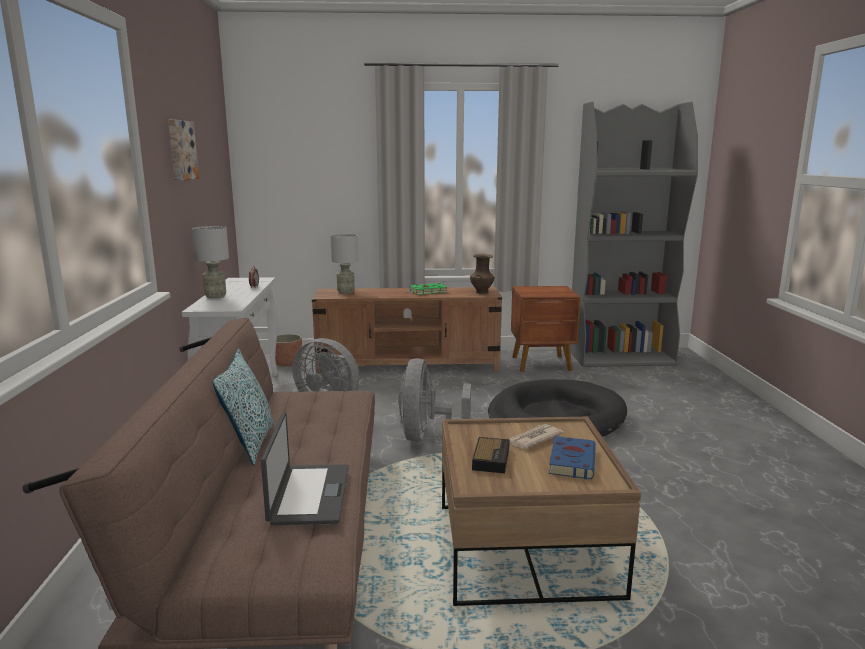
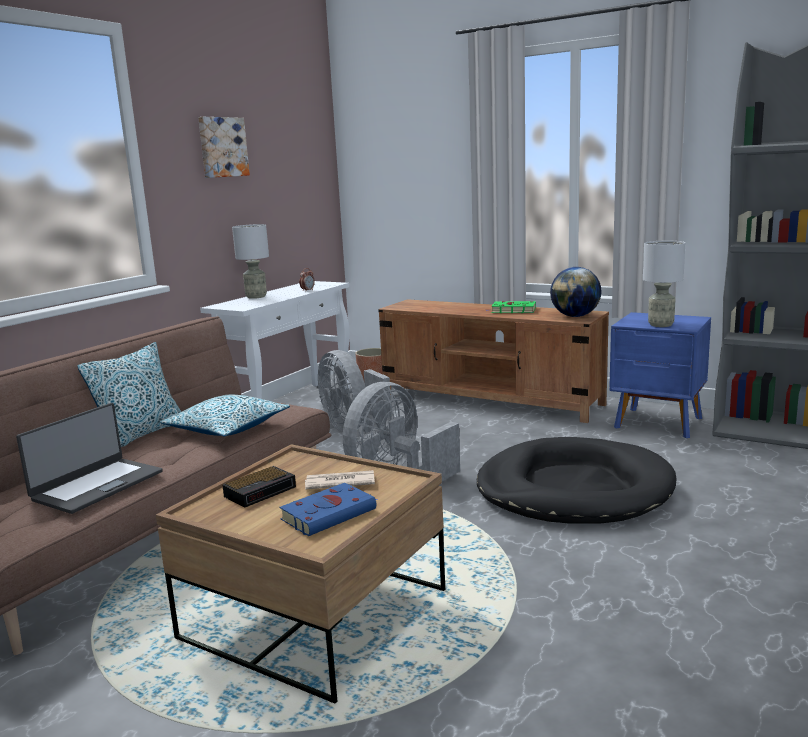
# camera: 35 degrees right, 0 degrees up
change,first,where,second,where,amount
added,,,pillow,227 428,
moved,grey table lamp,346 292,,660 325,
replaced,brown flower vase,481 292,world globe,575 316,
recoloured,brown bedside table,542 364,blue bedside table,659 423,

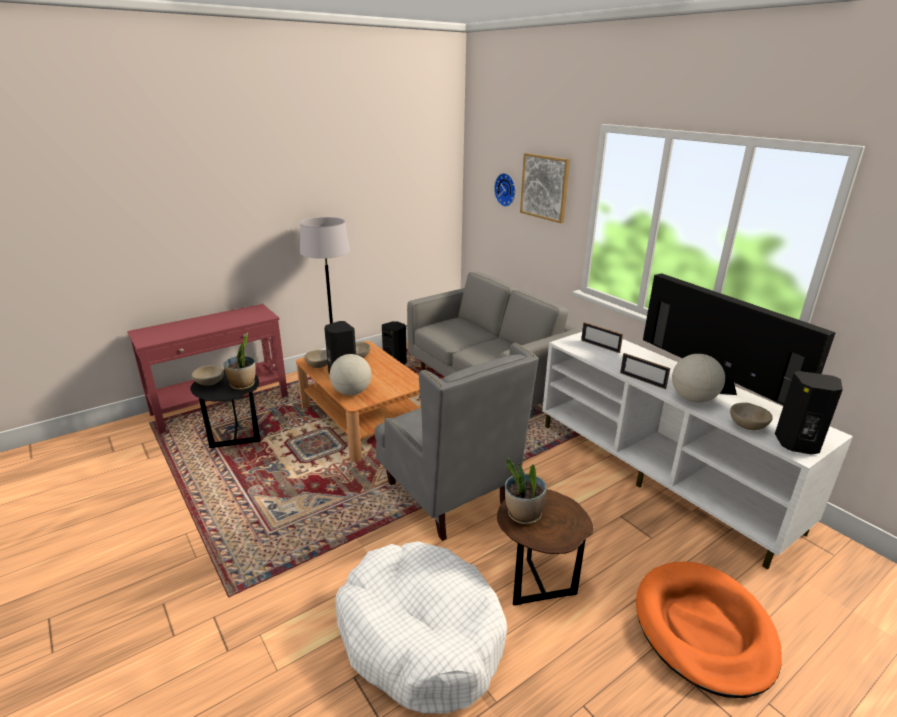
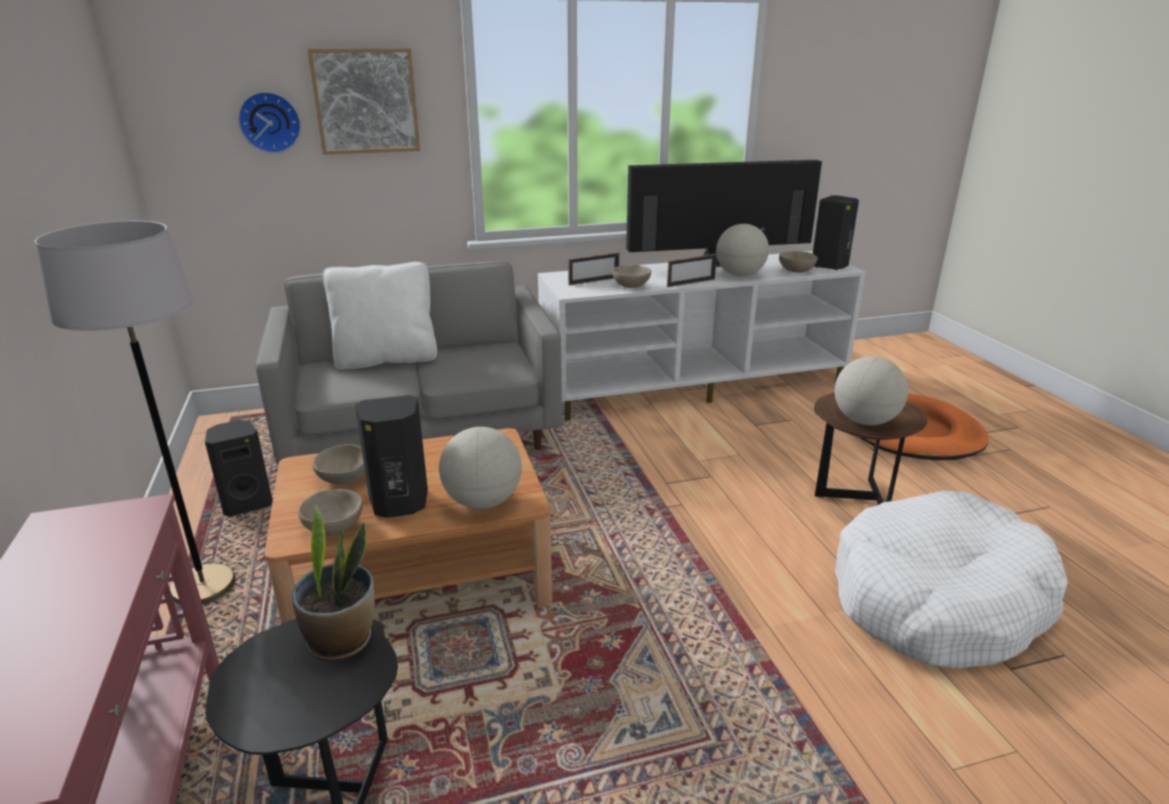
# camera: 70 degrees left, 0 degrees up
change,first,where,second,where,amount
removed,grey lounge chair,448 496,,,
added,,,white-coloured pillow,386 359,
moved,sand-coloured deep dish,209 383,,631 286,
replaced,houseplant,523 515,world globe,865 421,

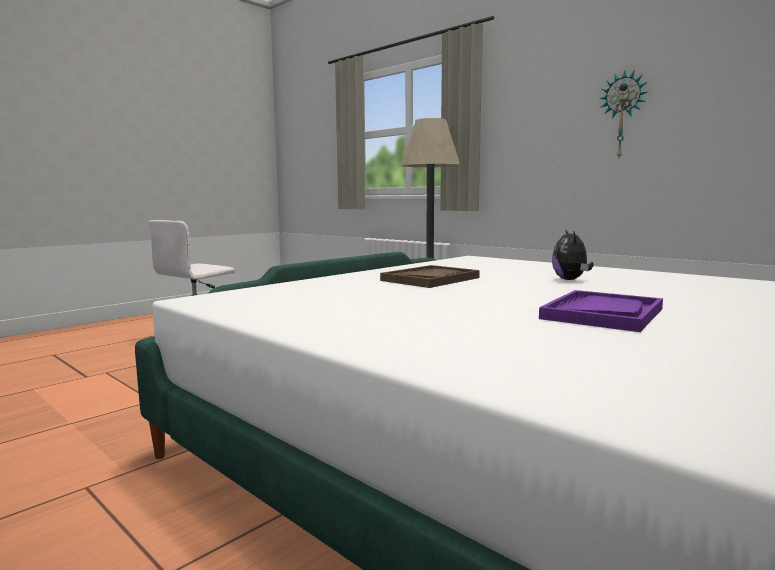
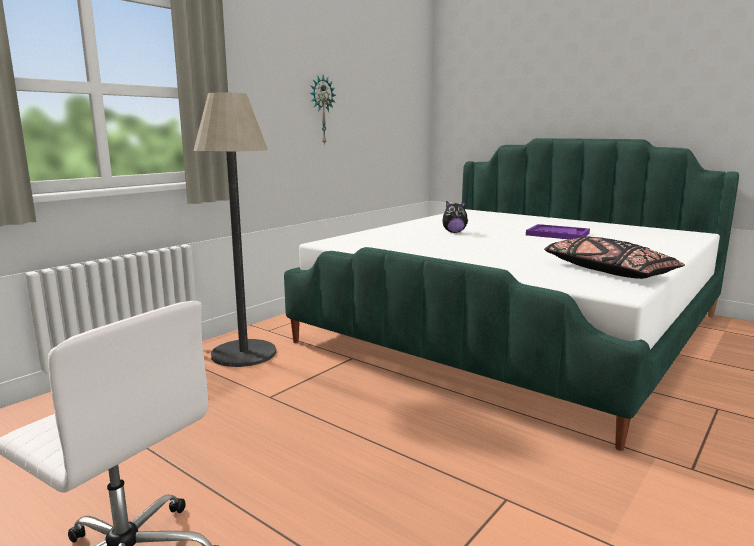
# camera: 95 degrees left, 5 degrees up
change,first,where,second,where,amount
removed,brown serving tray,430 279,,,
added,,,black pillow,607 271,

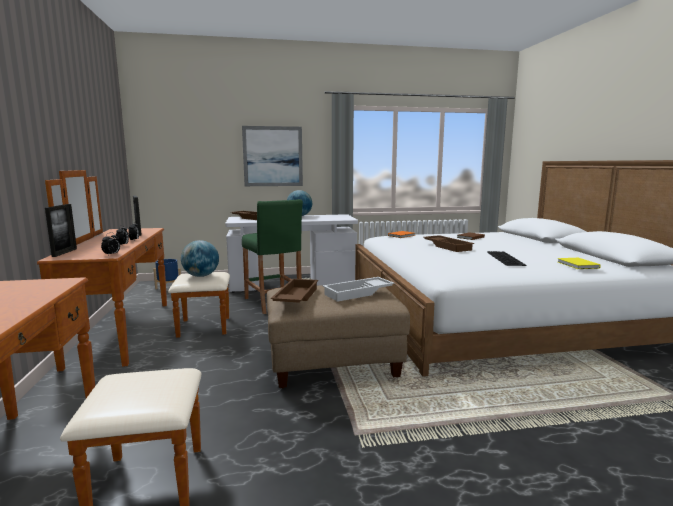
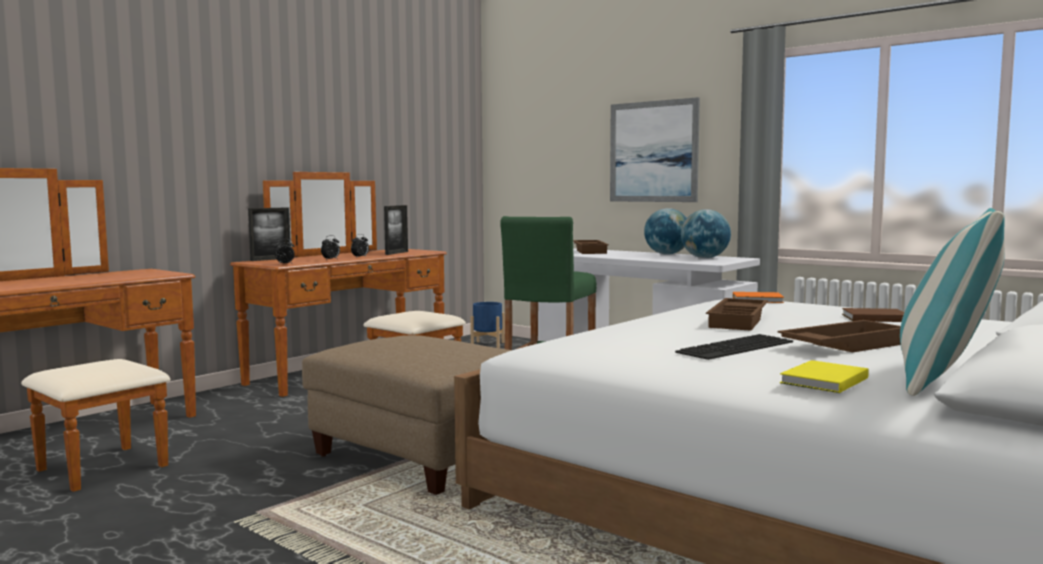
# camera: 50 degrees right, 5 degrees down
change,first,where,second,where,amount
removed,white-coloured serving tray,358 293,,,
added,,,pillow,945 378,
moved,world globe,201 276,,705 258,
moved,brown serving tray,295 297,,842 346,

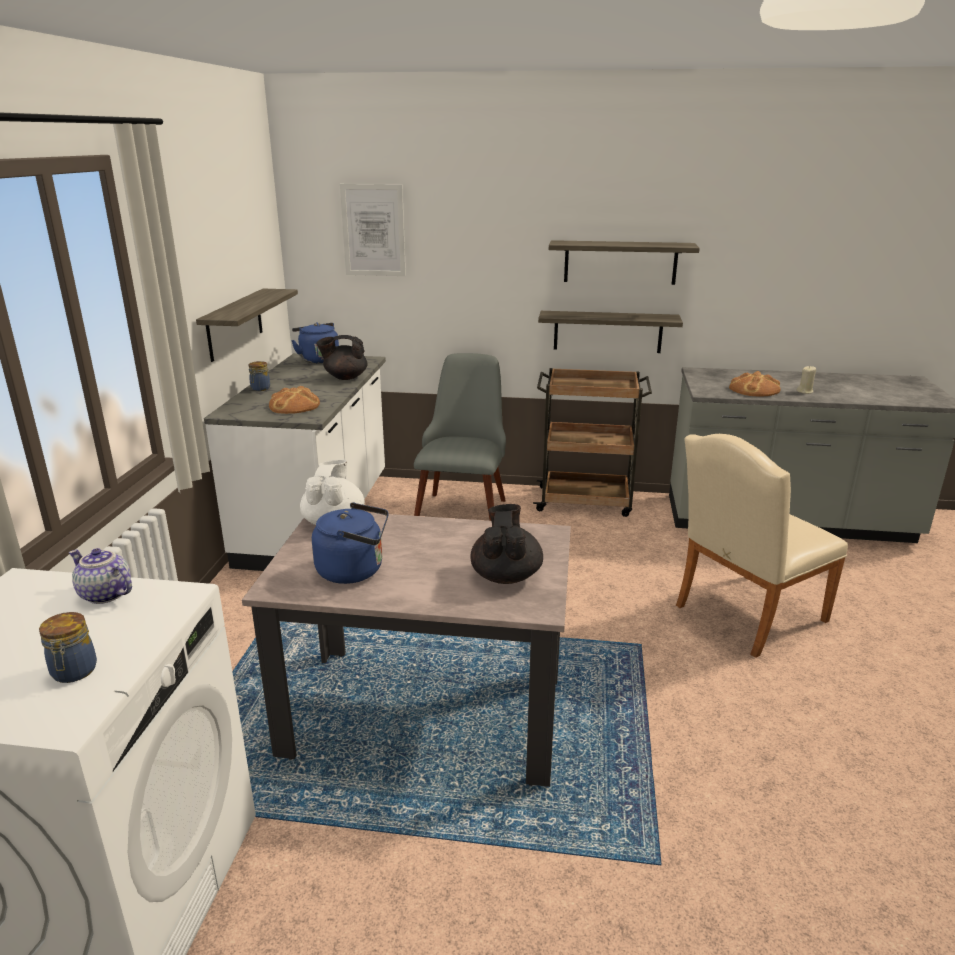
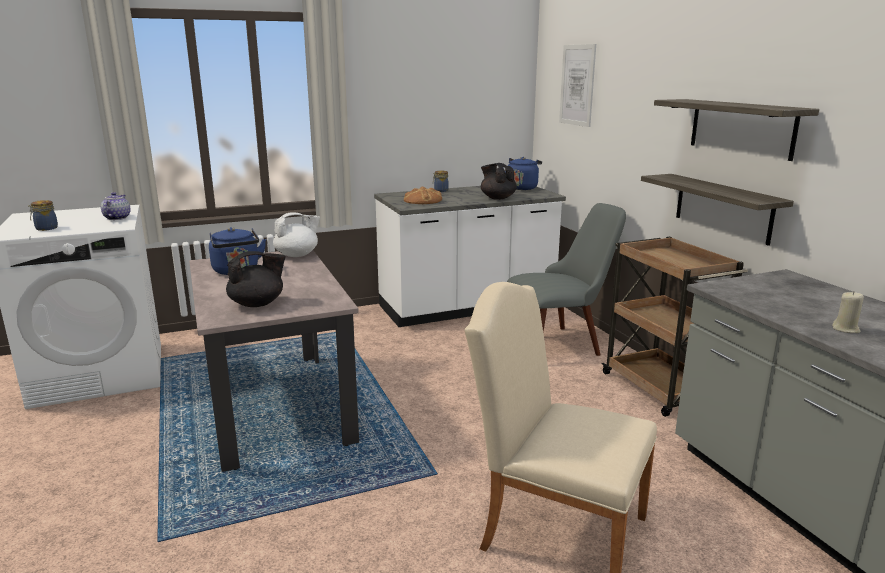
# camera: 60 degrees right, 5 degrees down
change,first,where,second,where,amount
removed,shelf,235 324,,,
removed,baked bread,754 389,,,

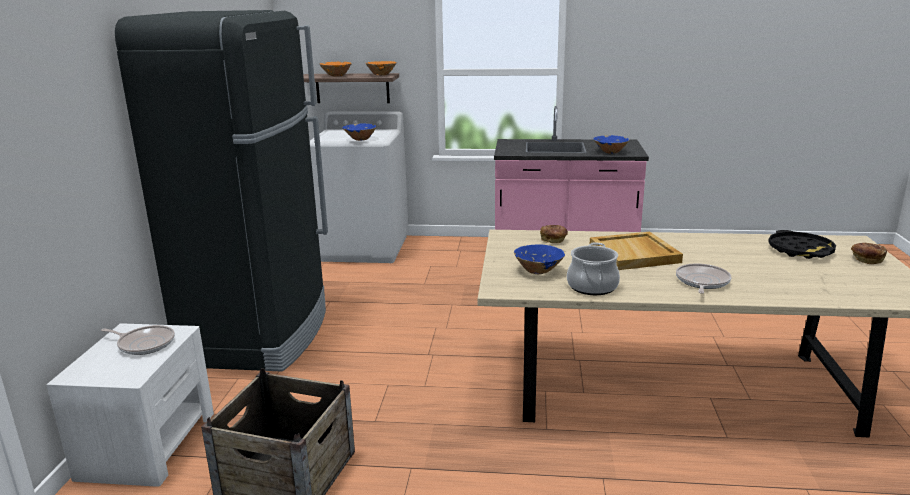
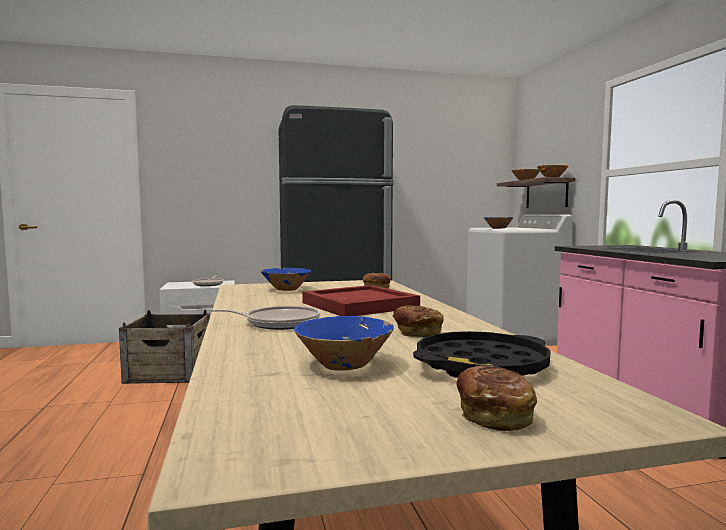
# camera: 70 degrees right, 15 degrees down
change,first,where,second,where,amount
removed,cooking pot,592 287,,,
added,,,baked bread,416 332,
moved,blue deep dish,610 152,,344 365,
recoloured,sand-coloured serving tray,635 254,red-coloured serving tray,359 305,

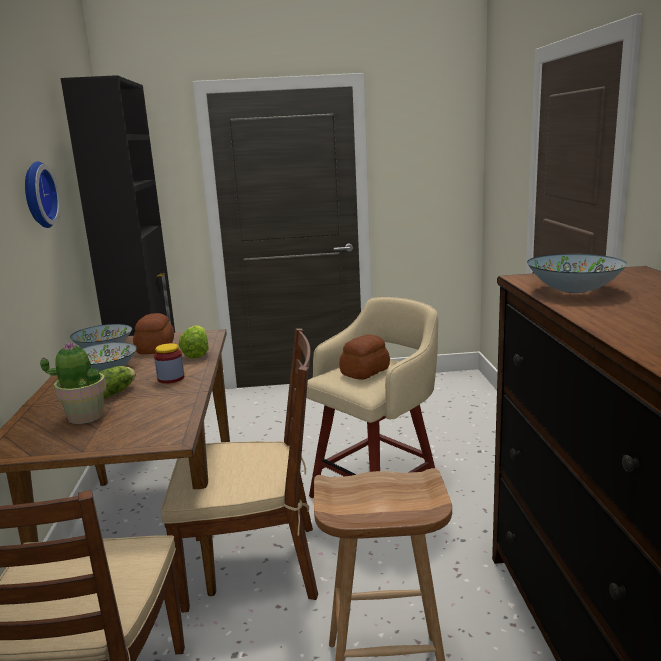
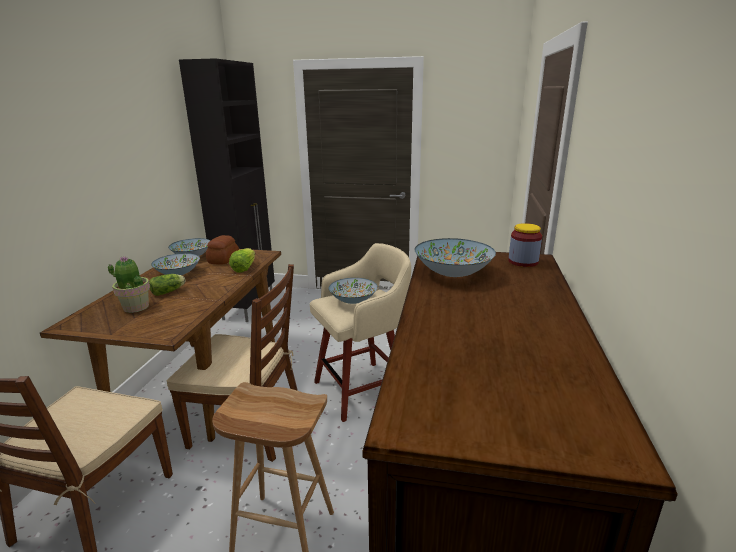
# camera: 15 degrees right, 5 degrees up
change,first,where,second,where,amount
removed,wall clock,36 195,,,
moved,preserve jar,171 378,,523 262,
replaced,baked bread,366 371,deep dish,353 300,

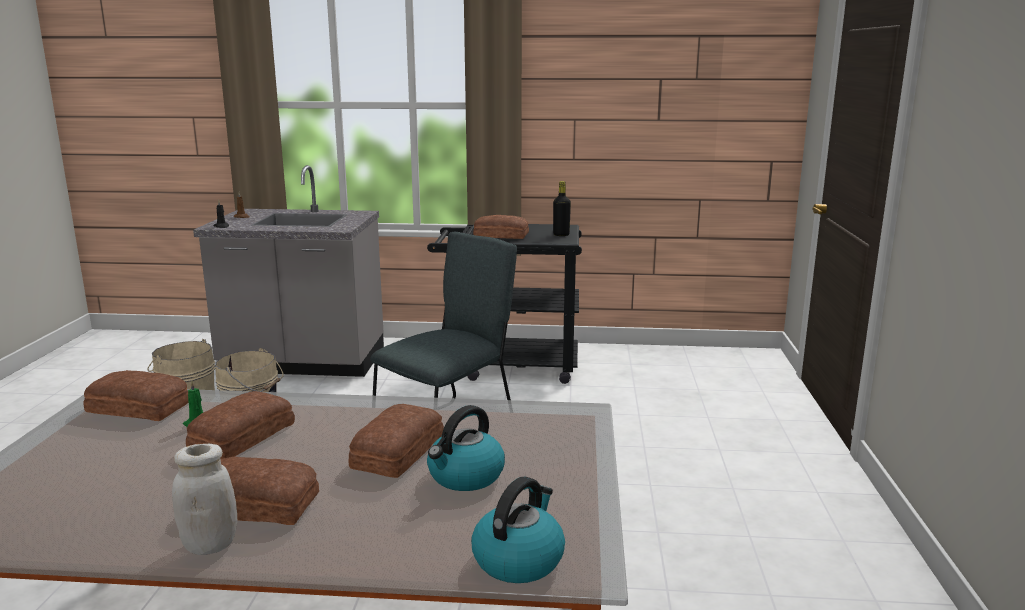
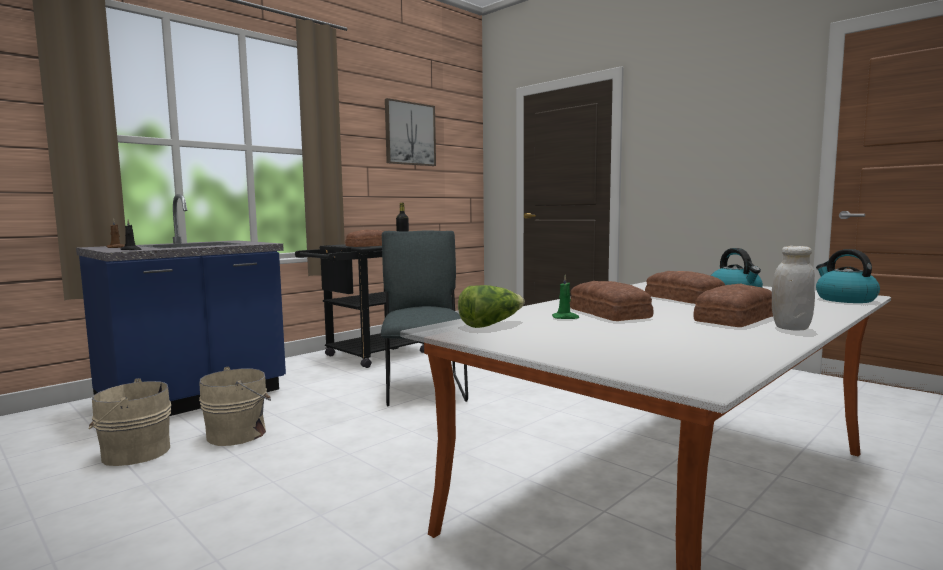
# camera: 50 degrees left, 10 degrees down
change,first,where,second,where,amount
added,,,wall art,410 134,
replaced,baked bread,139 406,head of lettuce,490 324,
recoloured,grey kitchen base unit,303 362,blue kitchen base unit,194 399,

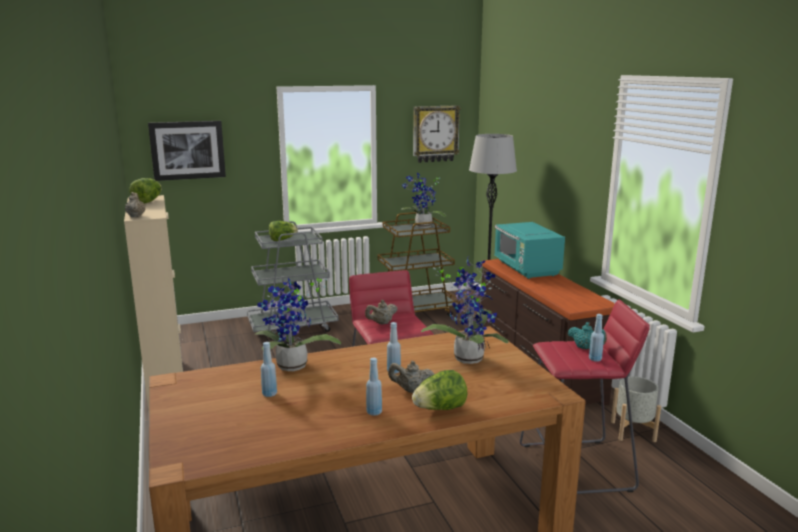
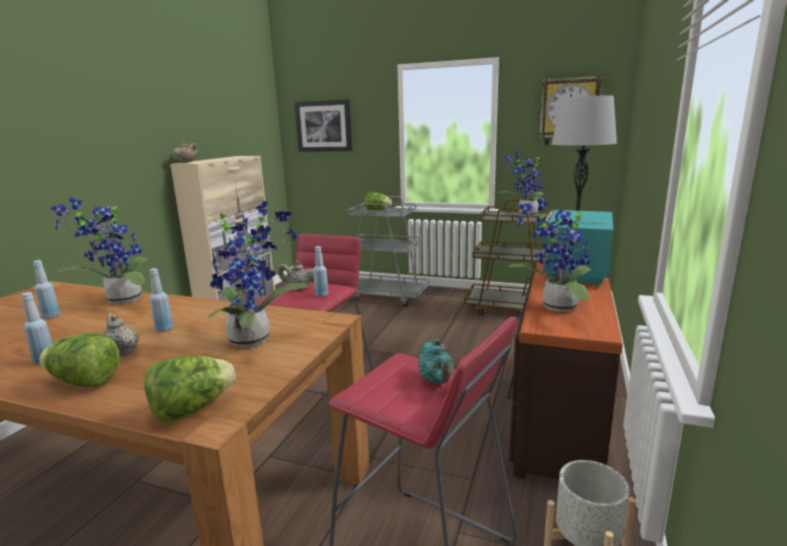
# camera: 40 degrees right, 0 degrees up
change,first,where,second,where,amount
added,,,houseplant,555 308,
moved,head of lettuce,148 201,,192 409,
moved,blue beverage bottle,595 359,,321 295,

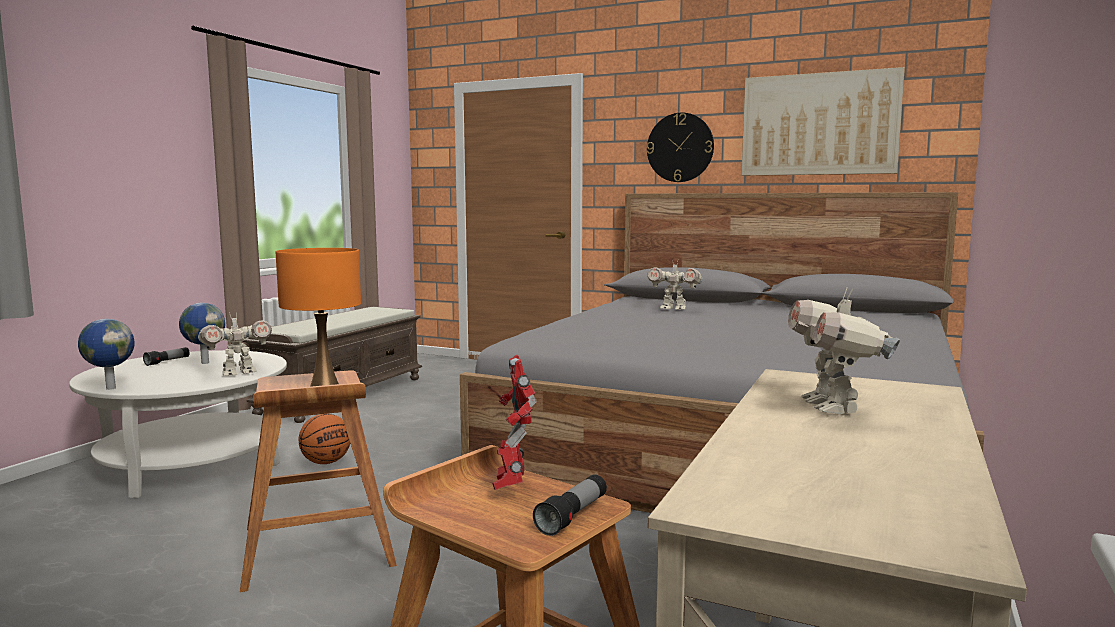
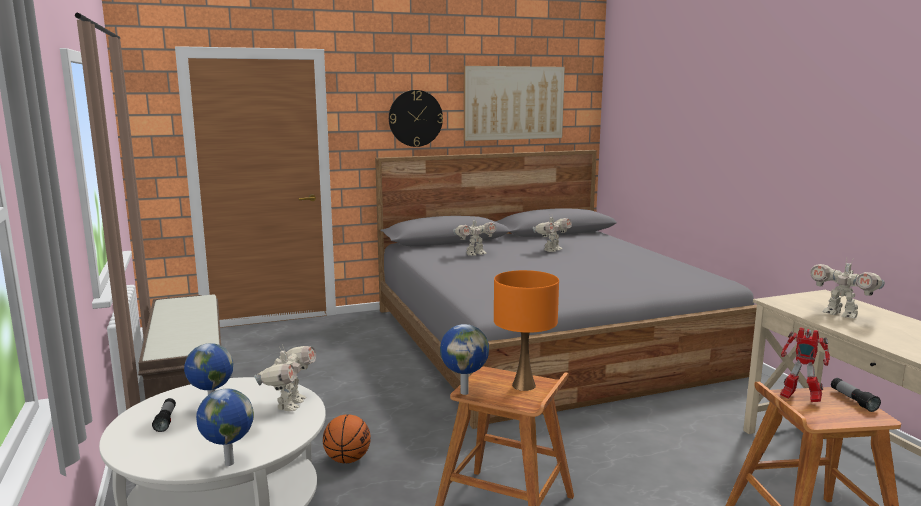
# camera: 45 degrees left, 5 degrees up
change,first,where,second,where,amount
added,,,world globe,464 392,
added,,,toy robot,551 250,

